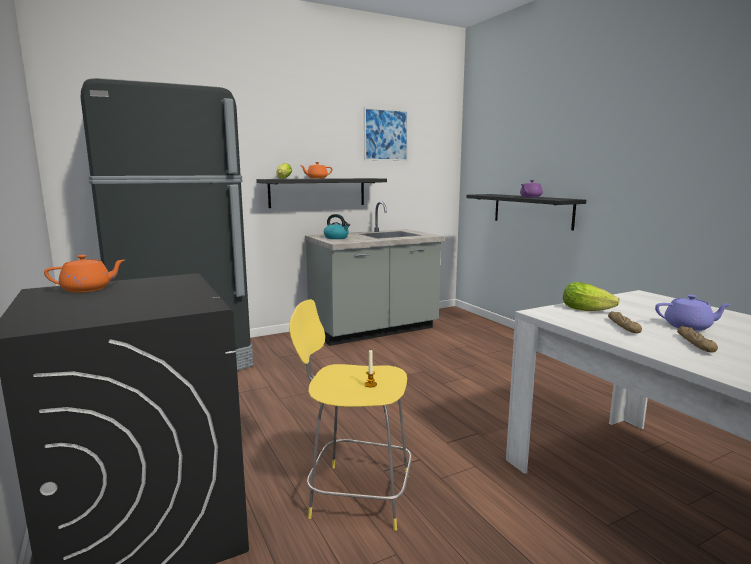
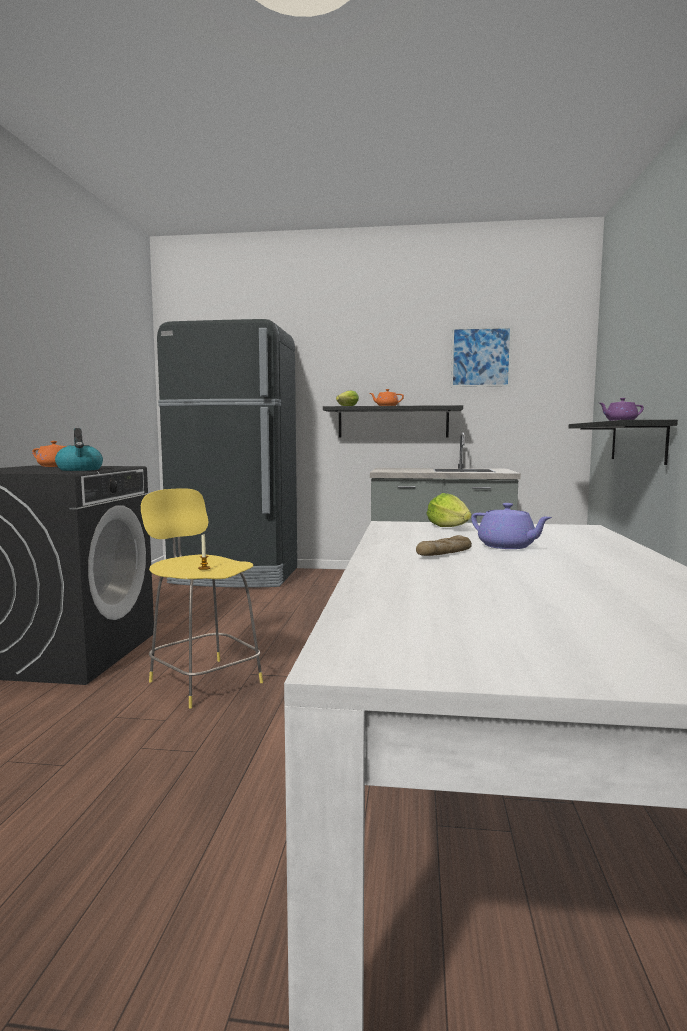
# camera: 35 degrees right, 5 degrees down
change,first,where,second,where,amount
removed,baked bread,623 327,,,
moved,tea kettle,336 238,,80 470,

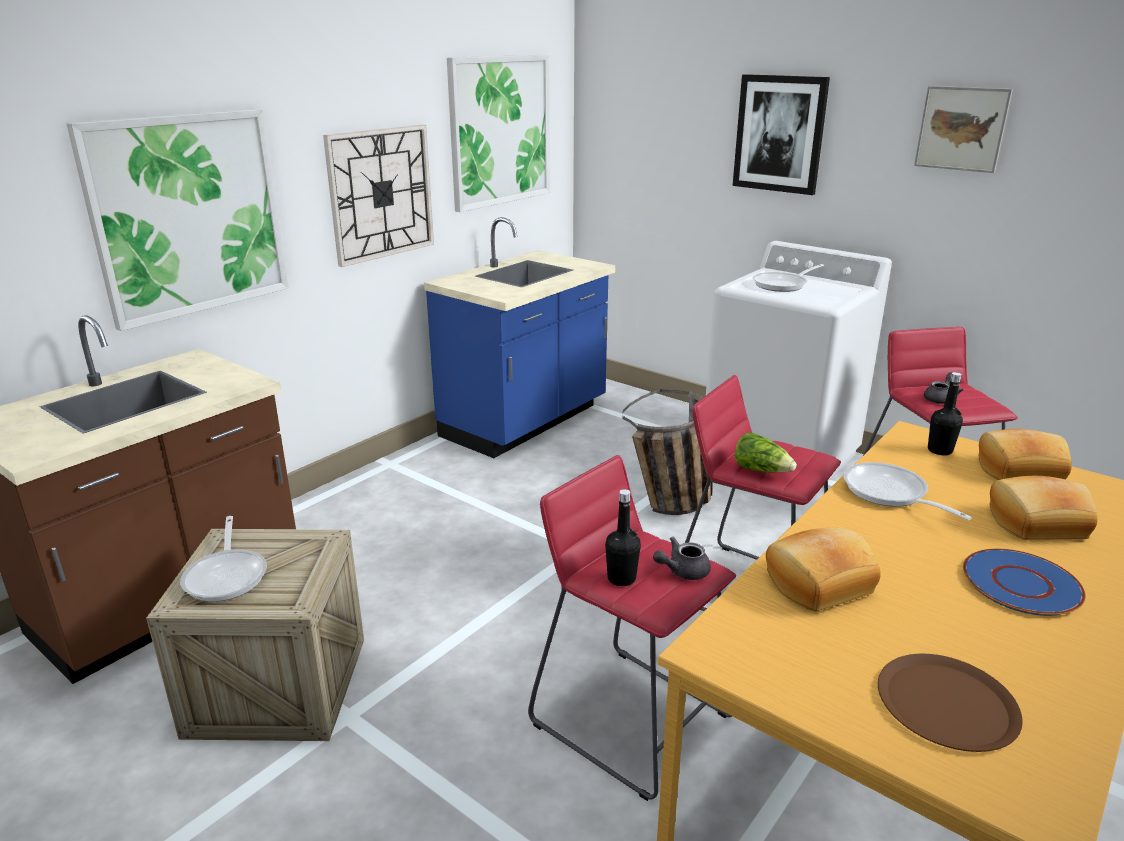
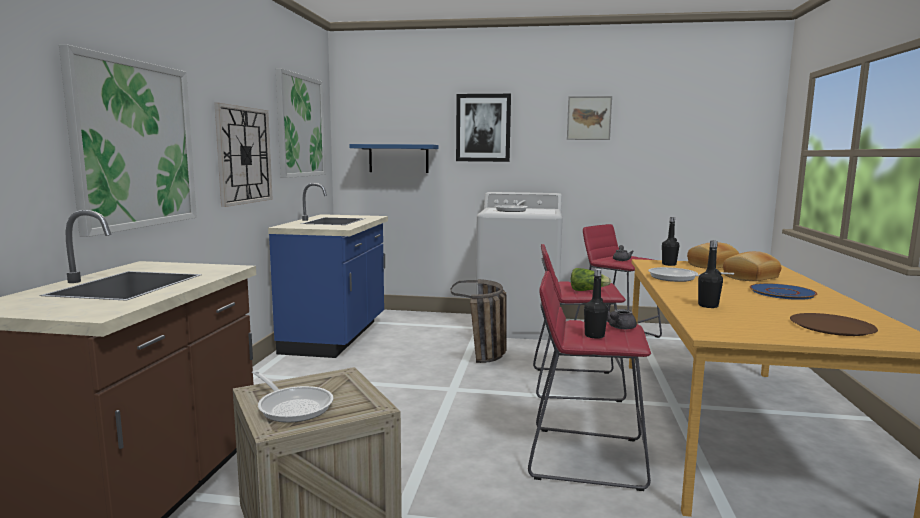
# camera: 30 degrees left, 15 degrees down
change,first,where,second,where,amount
added,,,blue shelf,398 158,
replaced,baked bread,817 582,black beverage bottle,708 306,

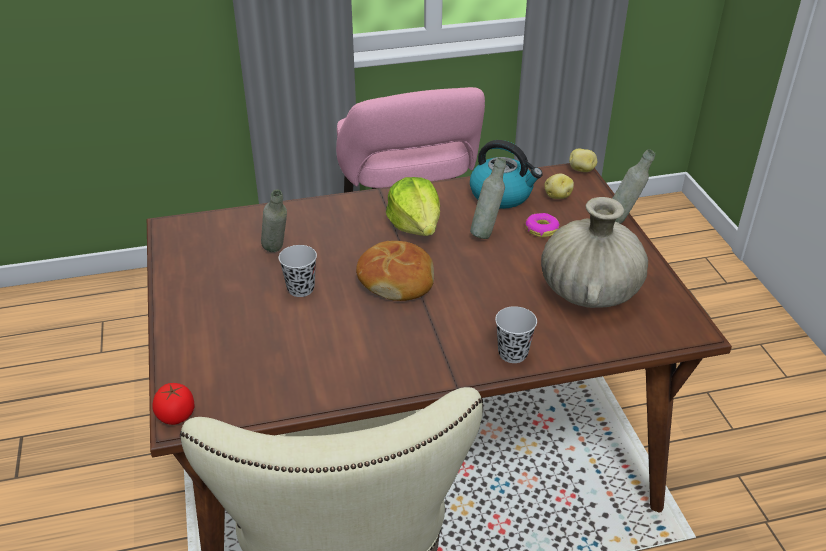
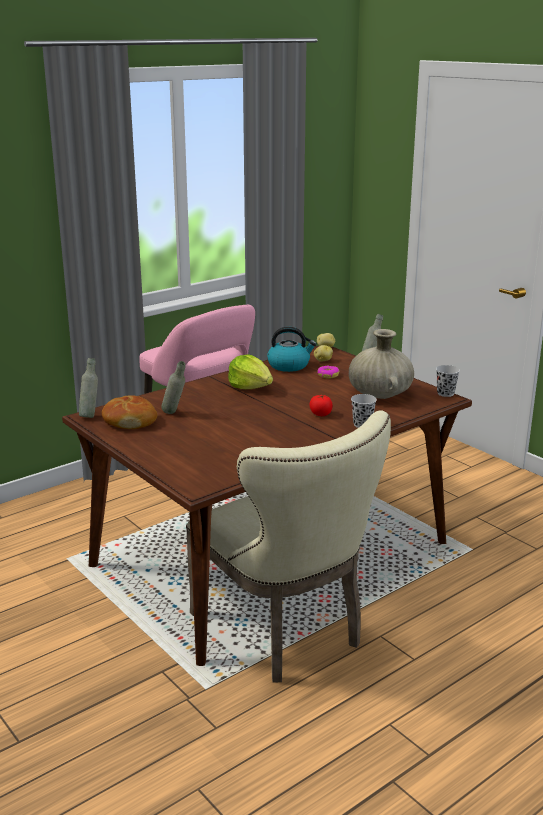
# camera: 25 degrees left, 15 degrees down
change,first,where,second,where,amount
moved,fresh tomato,176 415,,320 414,
moved,black small cup,301 289,,445 393,
moved,baked bread,396 280,,129 421,
moved,grey beverage bottle,486 233,,90 415,

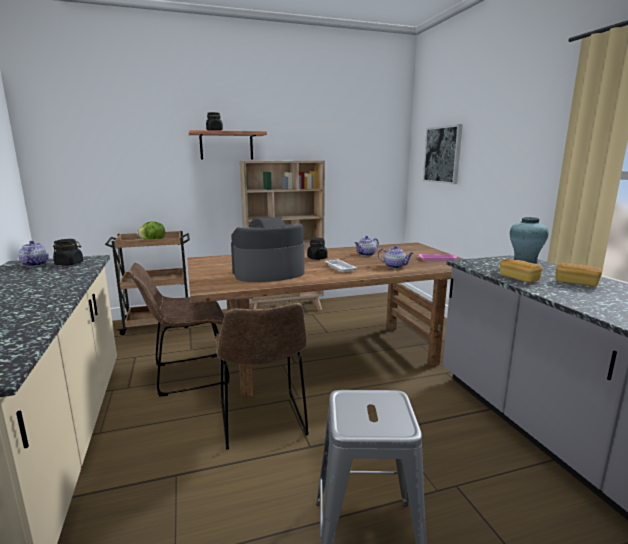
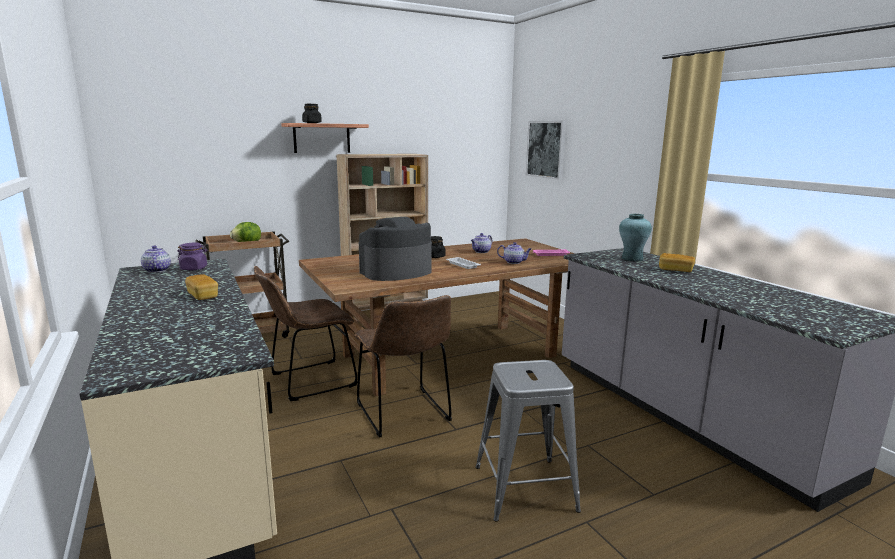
# camera: 10 degrees left, 0 degrees up
change,first,where,second,where,amount
moved,baked bread,518 279,,202 296,
recoloured,black preserve jar,69 264,purplish preserve jar,194 268,

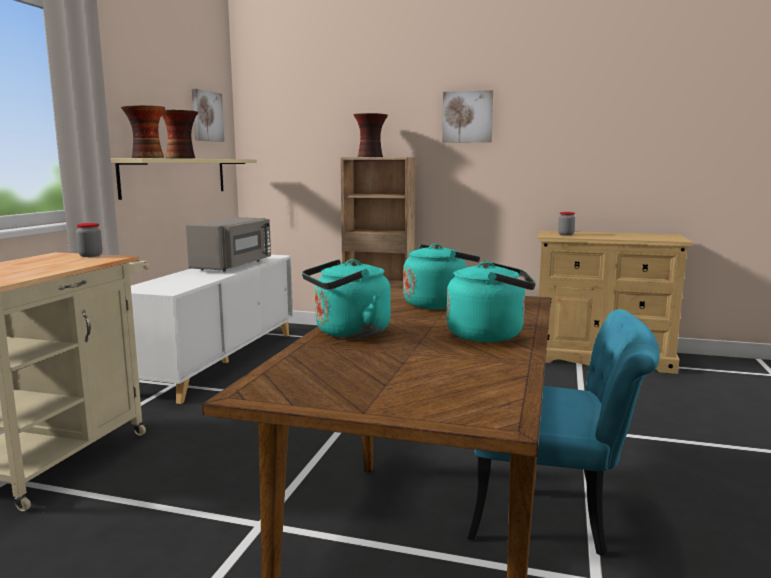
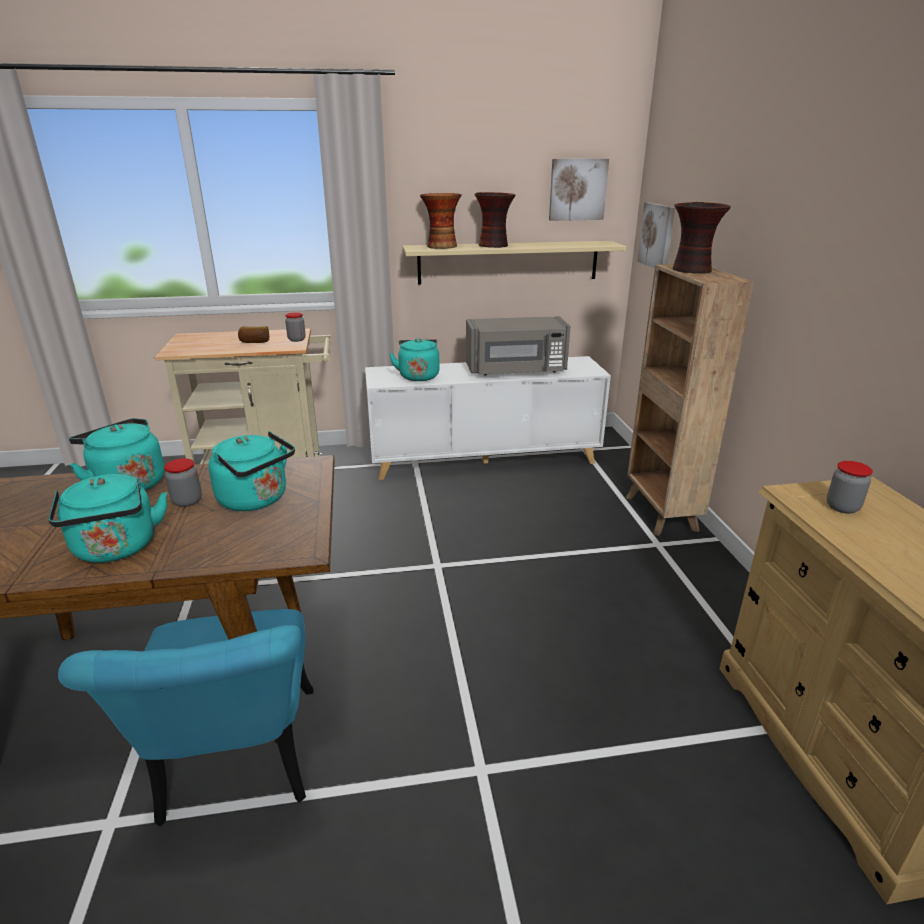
# camera: 65 degrees right, 15 degrees up
change,first,where,second,where,amount
added,,,preserve jar,187 501,
added,,,baked bread,255 342,
added,,,turquoise-coloured tea kettle,418 376,
moved,wall art,467 117,,657 236,

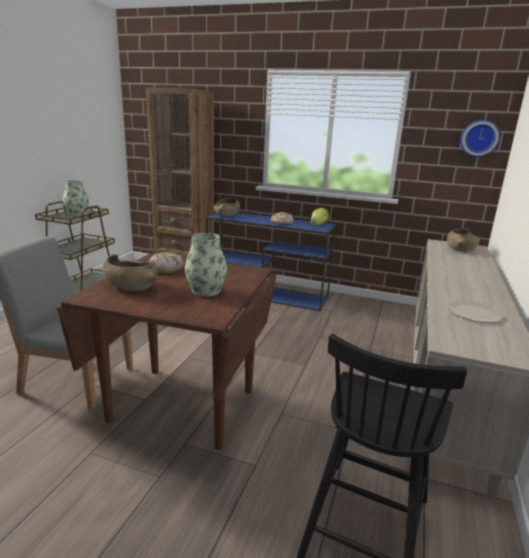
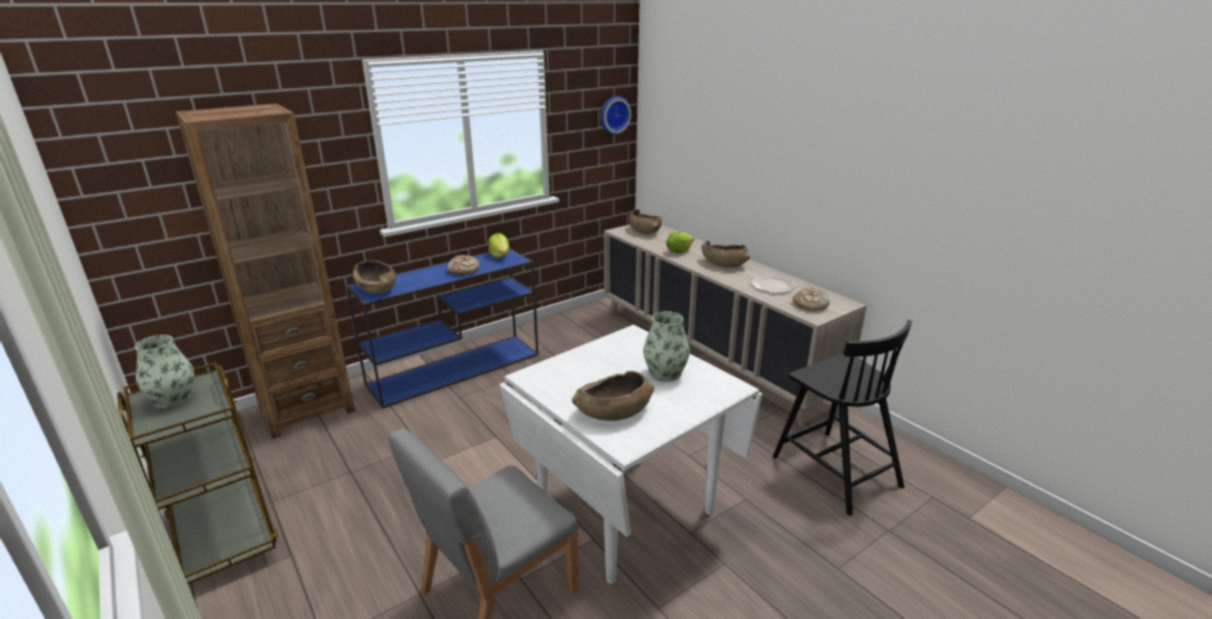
# camera: 55 degrees left, 5 degrees up
change,first,where,second,where,amount
added,,,head of lettuce,678 251,
added,,,brown deep dish,723 263,
moved,baked bread,165 268,,810 305,
recoloured,brown dining table,183 404,white-coloured dining table,626 513,

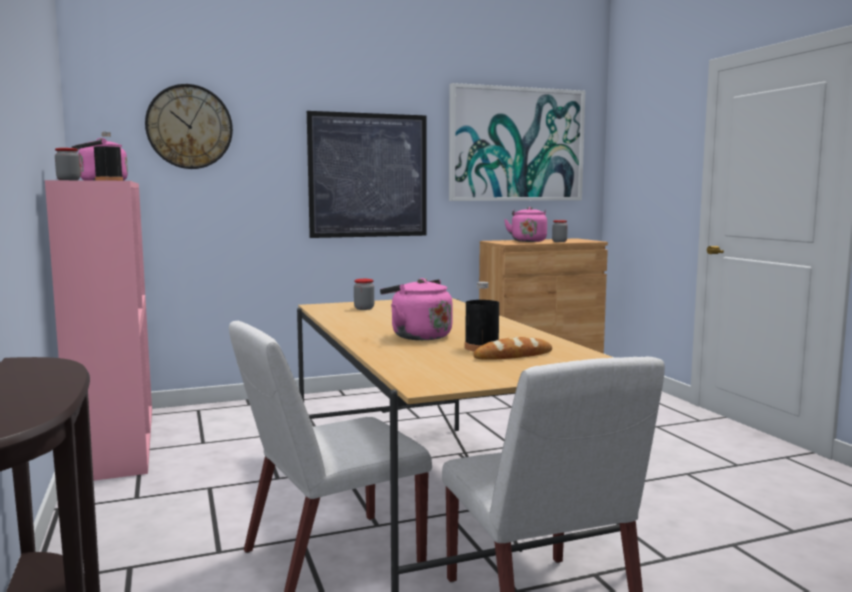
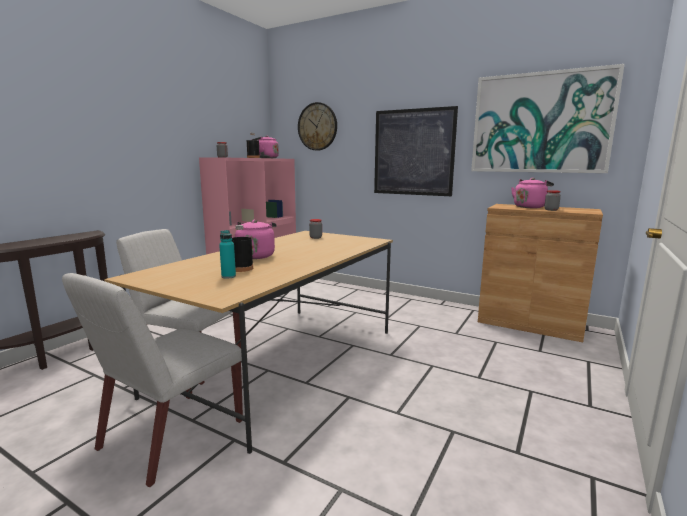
# camera: 50 degrees right, 5 degrees up
change,first,where,second,where,amount
replaced,baked bread,513 355,turquoise-coloured beverage bottle,228 276,

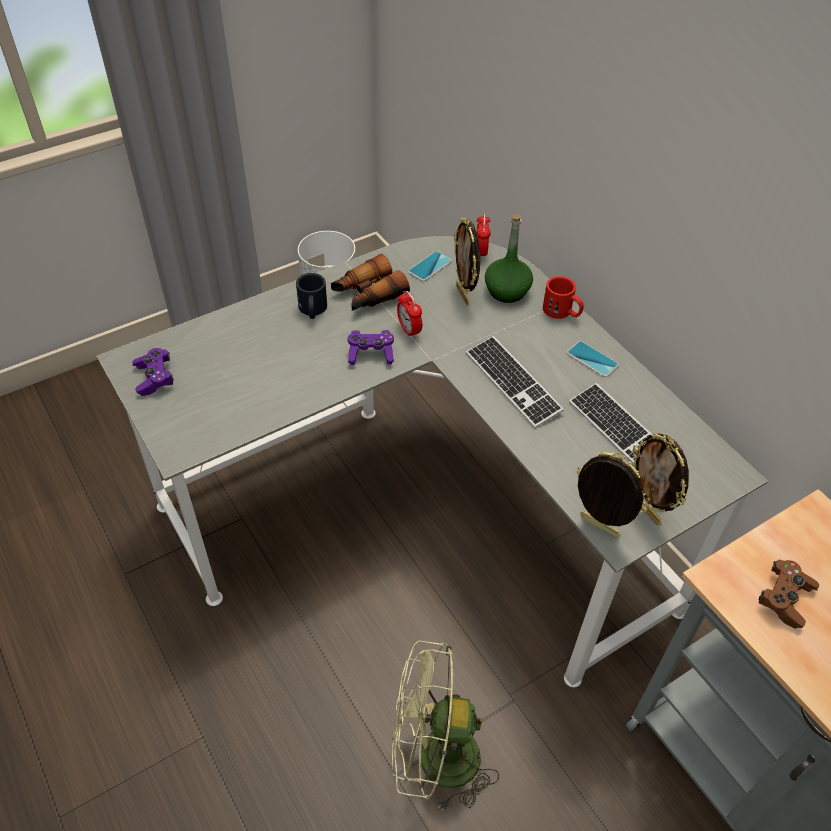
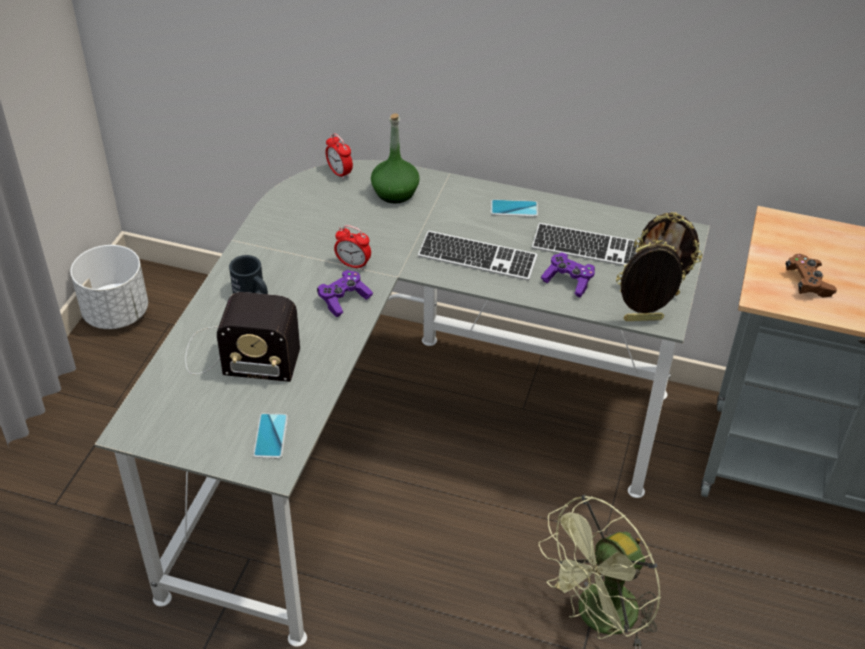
# camera: 40 degrees left, 5 degrees down
change,first,where,second,where,amount
removed,field glasses,368 294,,,
removed,picture frame,464 295,,,
removed,red-coloured mug,562 312,,,
added,,,radio set,238 355,
moved,purplish gamepad,154 378,,568 281,
moved,phone,430 266,,271 436,

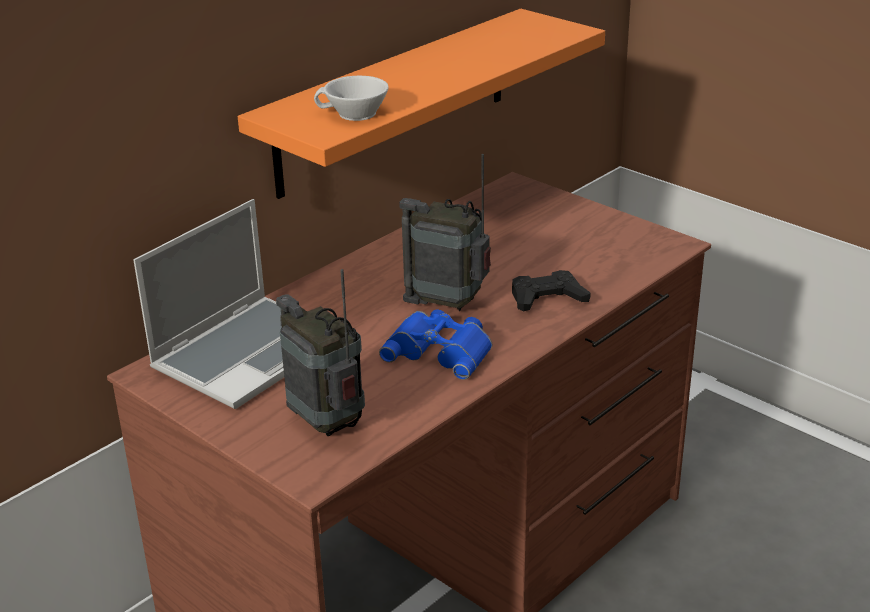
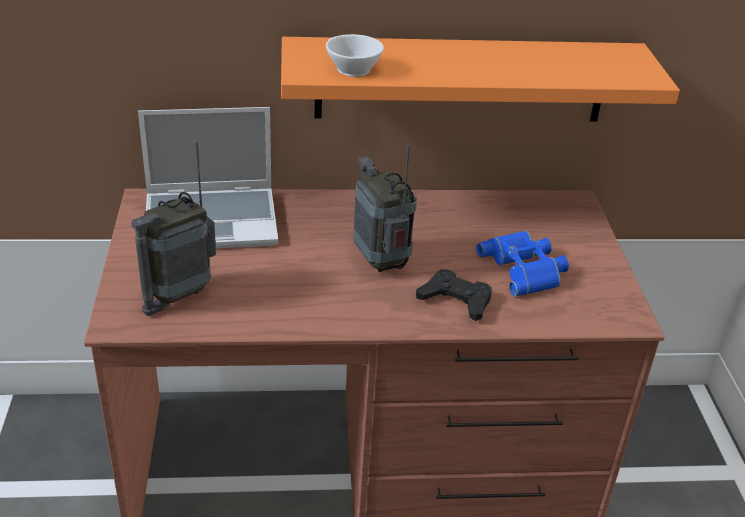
# camera: 40 degrees right, 5 degrees up
change,first,where,second,where,amount
moved,blue field glasses,441 350,,525 268,
turned,radio set,327 424,,178 295,135 degrees counterclockwise

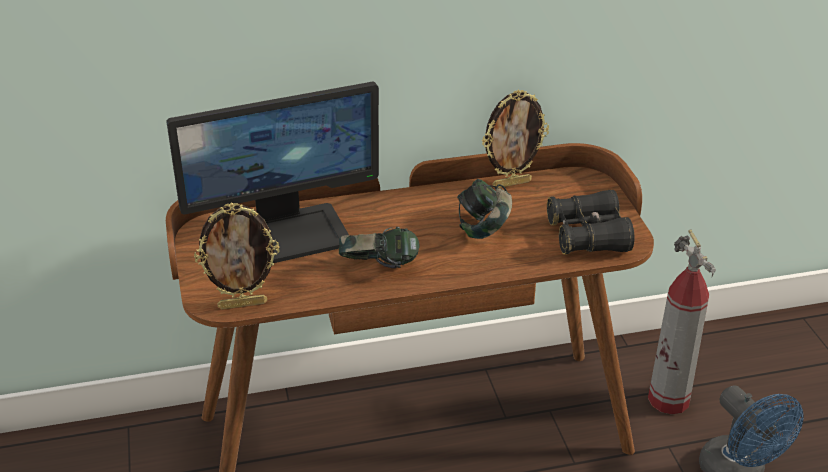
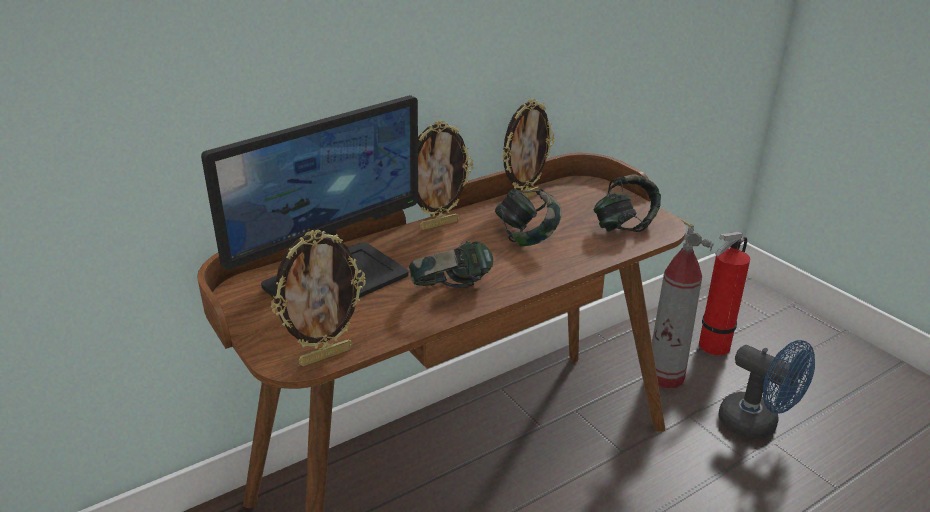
# camera: 20 degrees left, 5 degrees down
change,first,where,second,where,amount
added,,,picture frame,439 224,
added,,,fire extinguisher,711 347,
replaced,black field glasses,588 236,headset,624 226,

